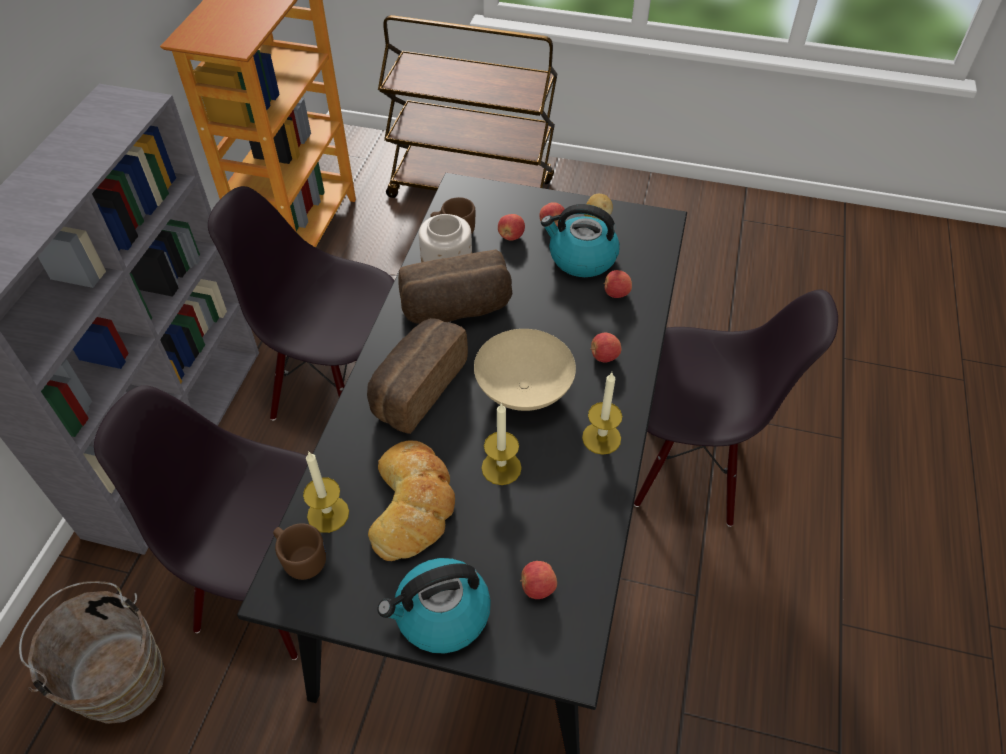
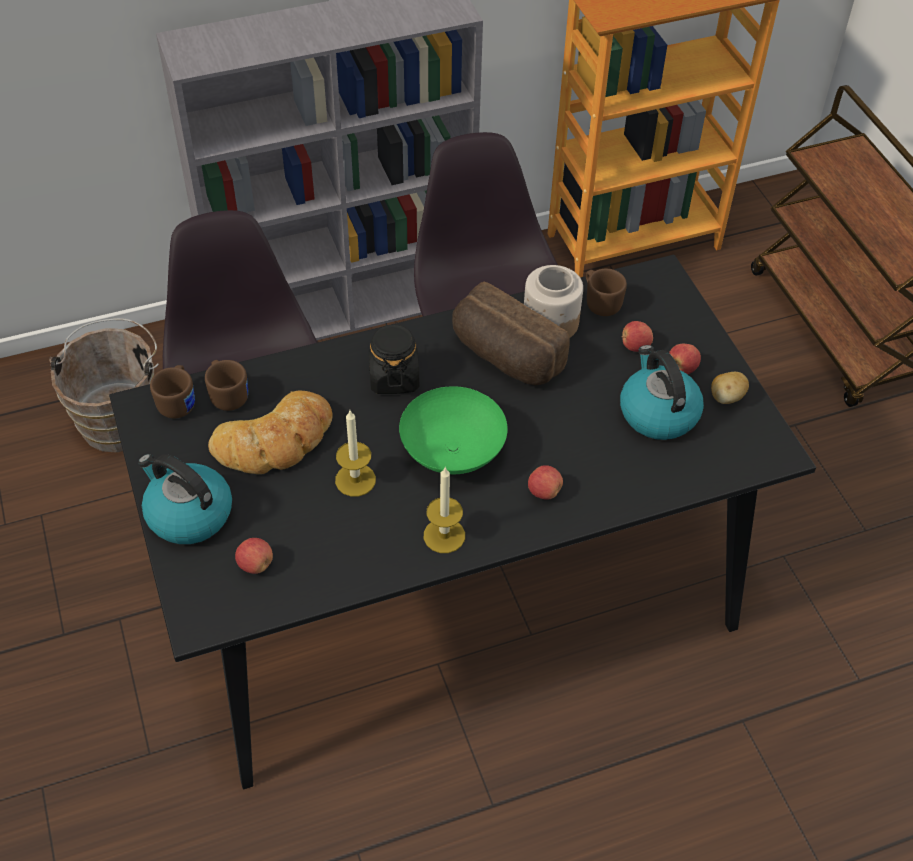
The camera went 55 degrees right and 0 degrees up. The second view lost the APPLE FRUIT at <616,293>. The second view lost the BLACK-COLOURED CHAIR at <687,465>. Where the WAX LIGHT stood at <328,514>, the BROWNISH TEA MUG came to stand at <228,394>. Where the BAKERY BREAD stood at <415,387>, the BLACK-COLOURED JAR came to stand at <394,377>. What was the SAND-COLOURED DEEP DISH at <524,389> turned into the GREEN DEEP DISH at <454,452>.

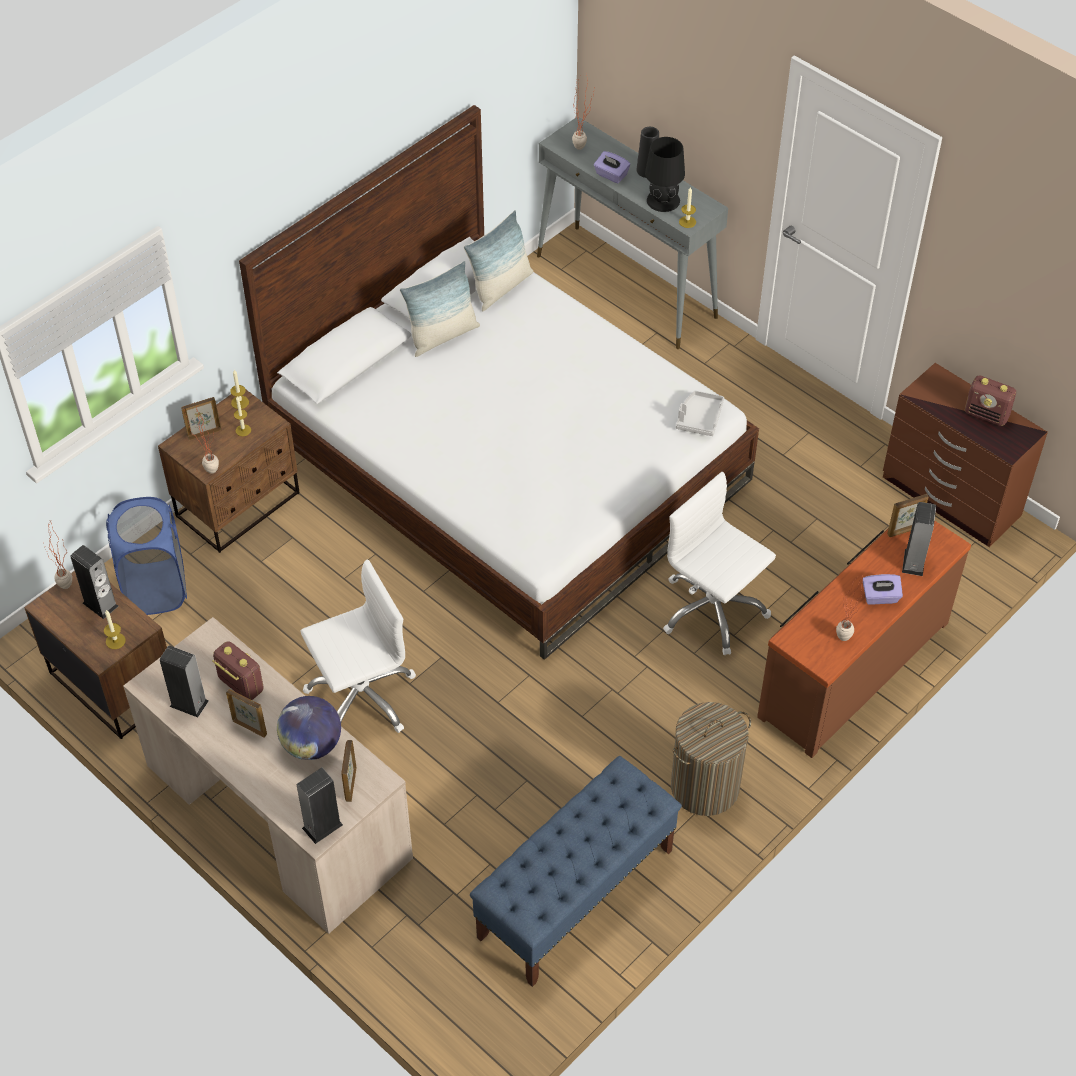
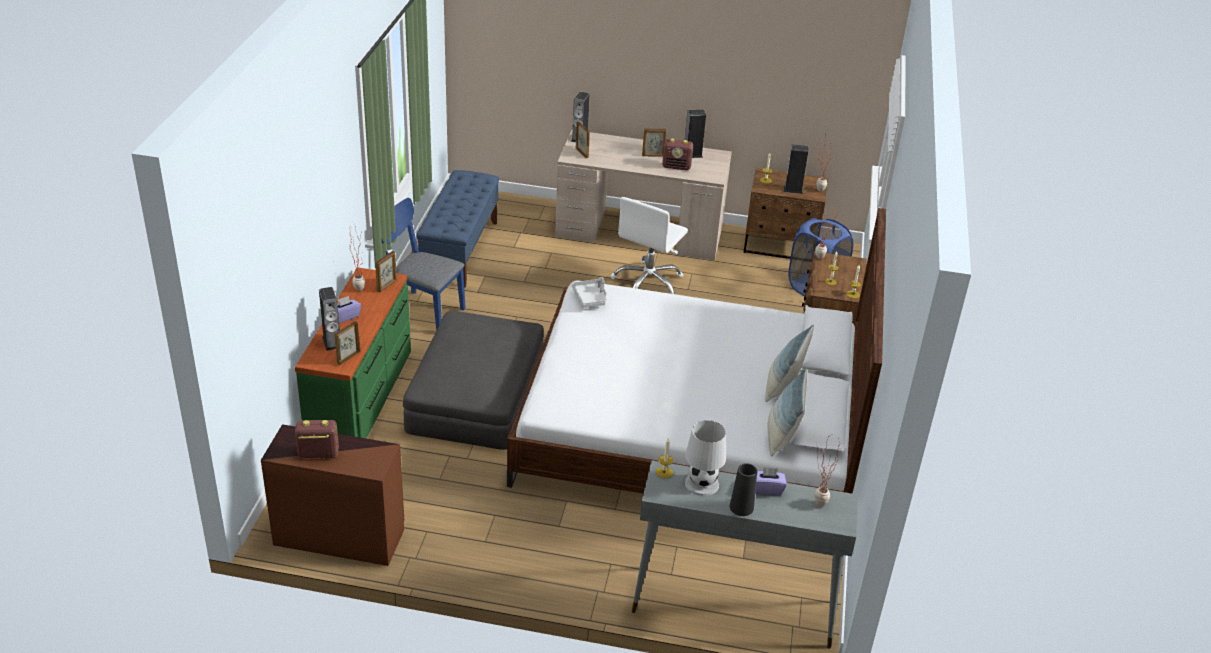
The camera went 145 degrees right and 15 degrees down. The second view lost the DESK GLOBE at <312,745>. The PICTURE FRAME ended up elsewhere, having gone from <204,433> to <387,286>. The GREYISH TRAY ended up elsewhere, having gone from <699,418> to <590,298>. Where the WHITE OFFICE CHAIR stood at <712,610>, the GREYISH FOOTREST came to stand at <477,394>. Where the LAUNDRY BASKET stood at <704,787>, the BLUE-COLOURED CHAIR came to stand at <420,311>. What was the BLACK-COLOURED TABLETOP LAMP at <663,200> turned into the WHITE TABLETOP LAMP at <702,483>. What was the BROWNISH DRESSER at <851,667> turned into the GREEN DRESSER at <362,397>.

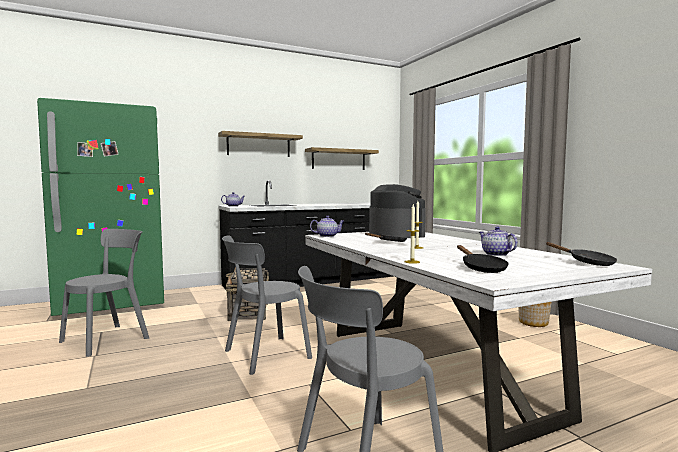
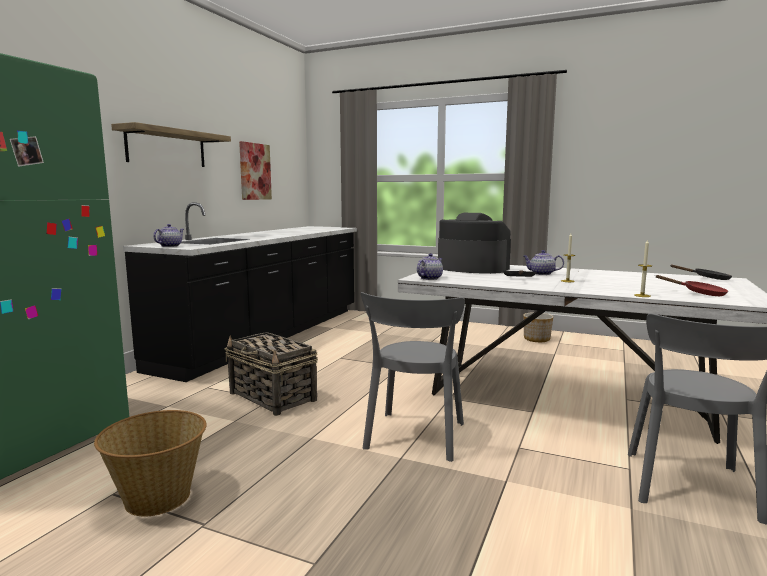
The camera went 40 degrees left and 5 degrees up. The POT FOR TEA ended up elsewhere, having gone from <495,254> to <541,274>. Where the GREYISH CHAIR stood at <109,338>, the STORAGE BASKET came to stand at <158,497>. Where the WALL SHELF hung at <338,159>, the PICTURE came to hang at <255,171>. What was the BLACK-COLOURED PAN at <481,268> turned into the RED PAN at <699,293>.

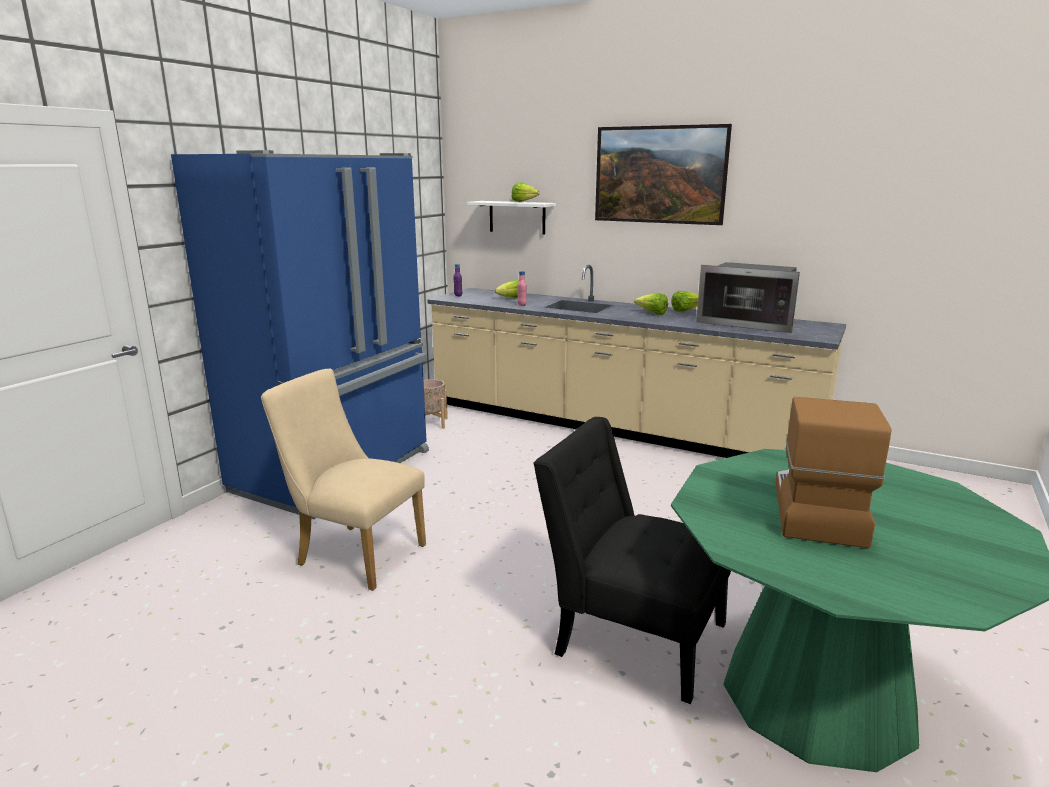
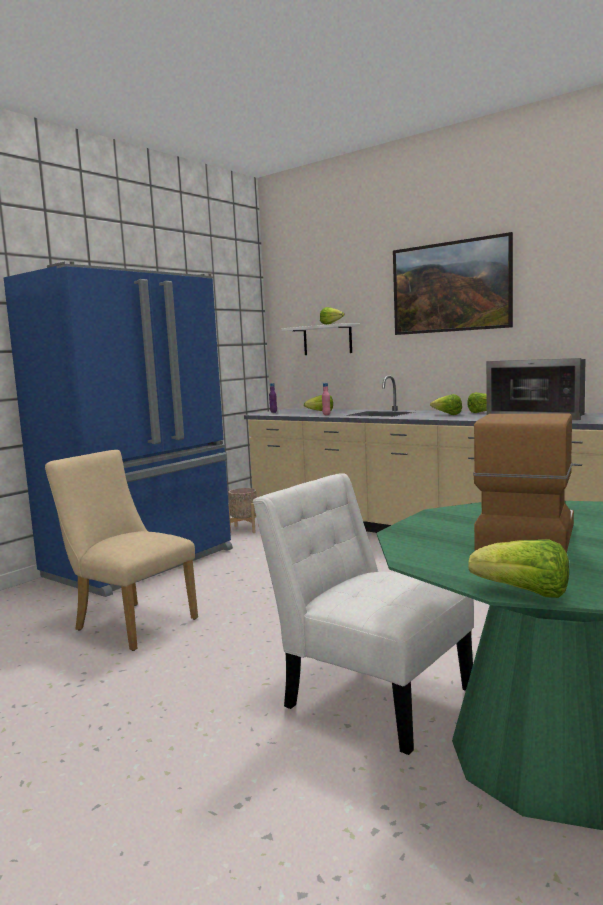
The camera went 10 degrees right and 10 degrees down. The second view gained the LETTUCE HEAD at <524,593>. What was the BLACK-COLOURED CHAIR at <632,634> turned into the WHITE CHAIR at <370,694>.

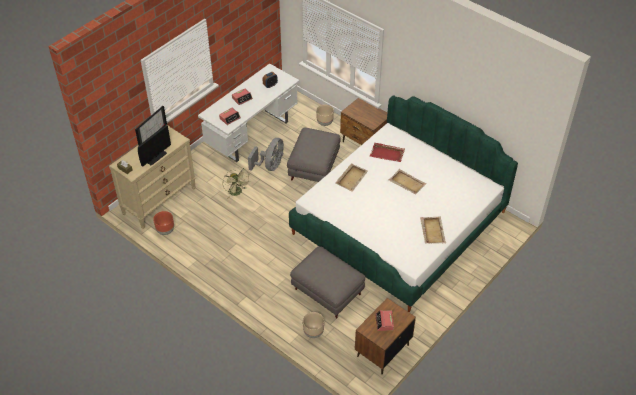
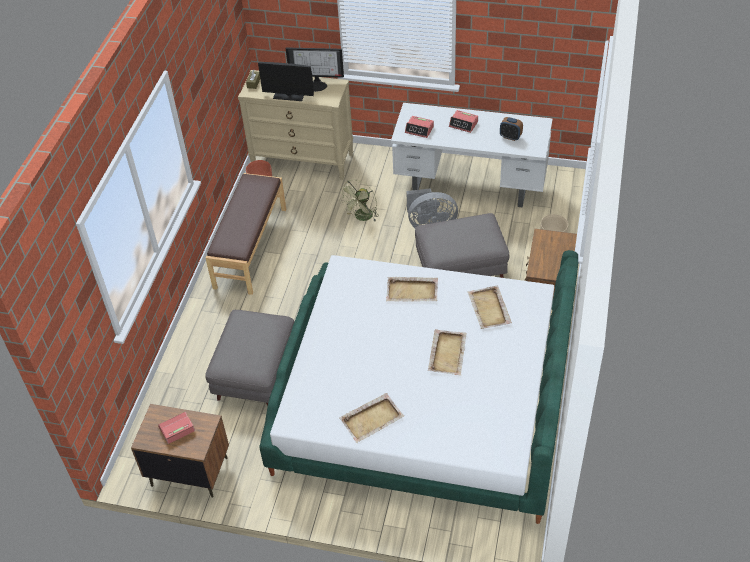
The camera went 65 degrees right and 0 degrees up. The second view lost the SAND-COLOURED PLANT POT at <313,332>. The second view gained the BROWNISH BENCH at <250,247>. What was the RED TRAY at <387,153> turned into the SAND-COLOURED TRAY at <489,309>.

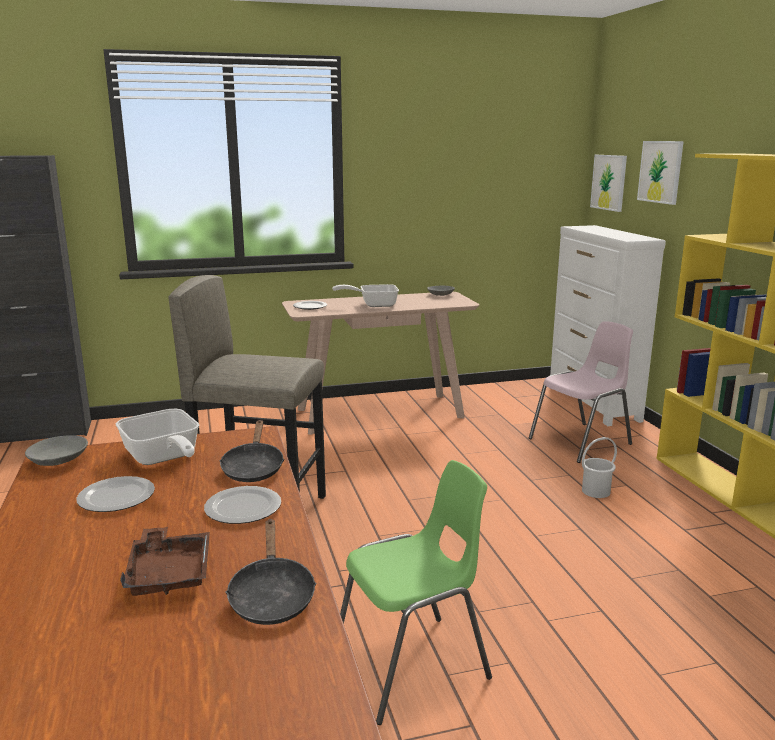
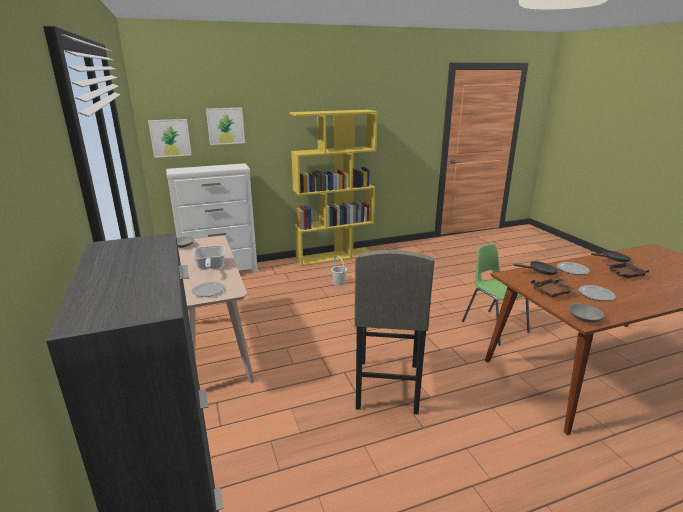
The camera went 95 degrees left and 5 degrees up. The second view lost the PINK-COLOURED CHAIR at <582,442>. Where the PAN stood at <163,458>, the BROWNISH TRAY came to stand at <552,292>.

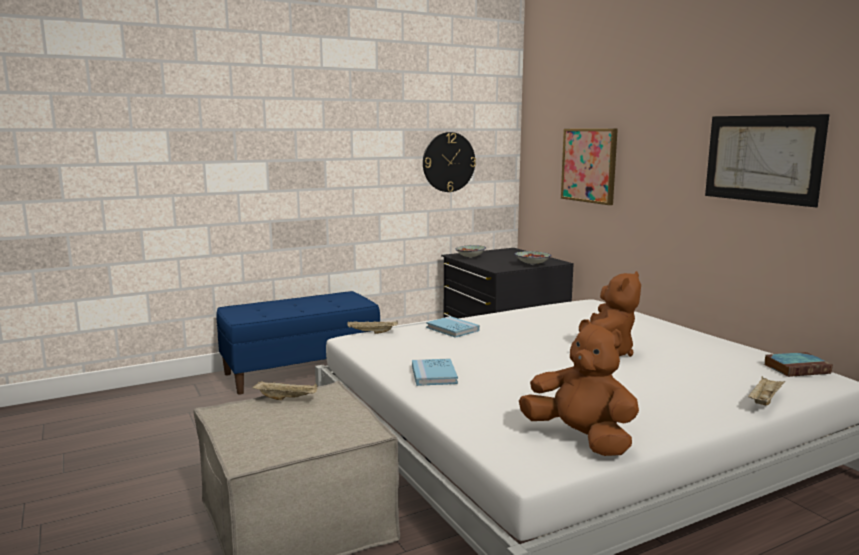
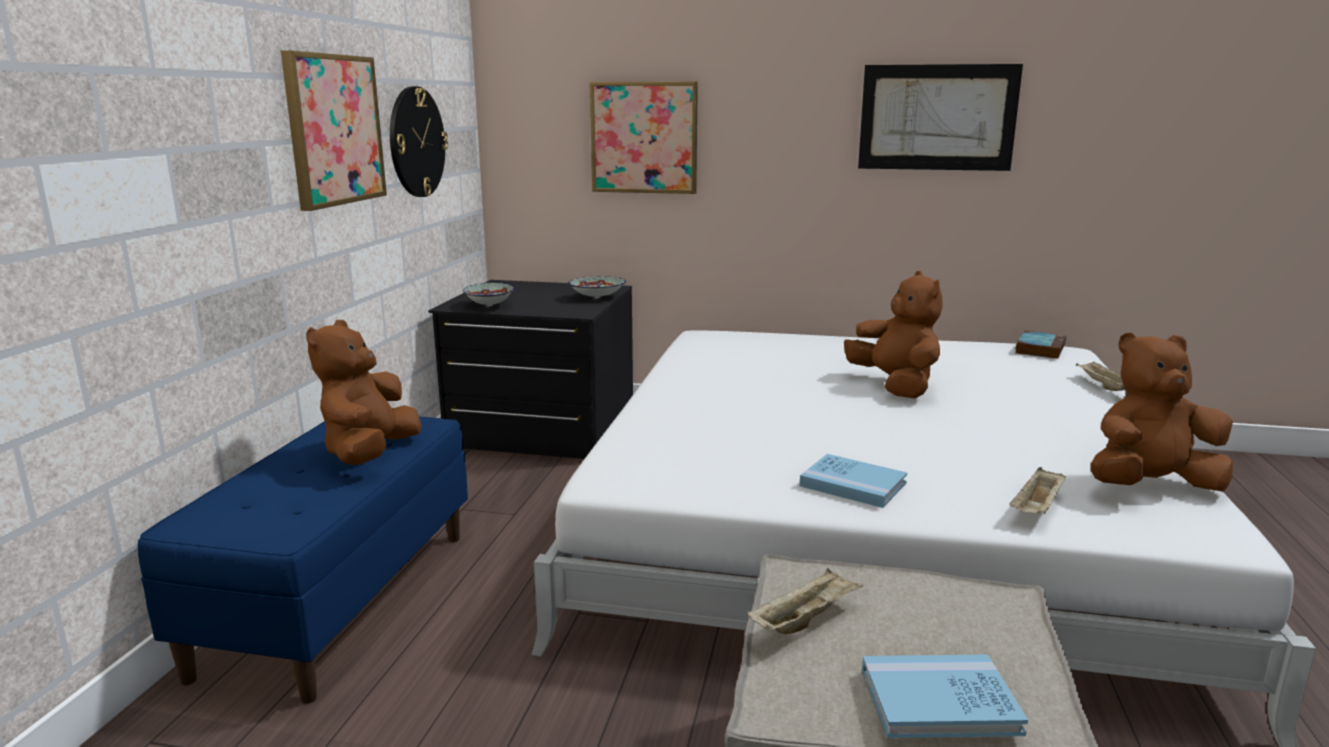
The camera went 50 degrees left and 5 degrees up. The second view gained the PICTURE at <334,130>. The second view gained the BROWNISH CUDDLY TOY at <370,454>. The SAND-COLOURED TRAY ended up elsewhere, having gone from <372,333> to <1037,509>. The BLUE-COLOURED BOOK ended up elsewhere, having gone from <452,329> to <939,701>.

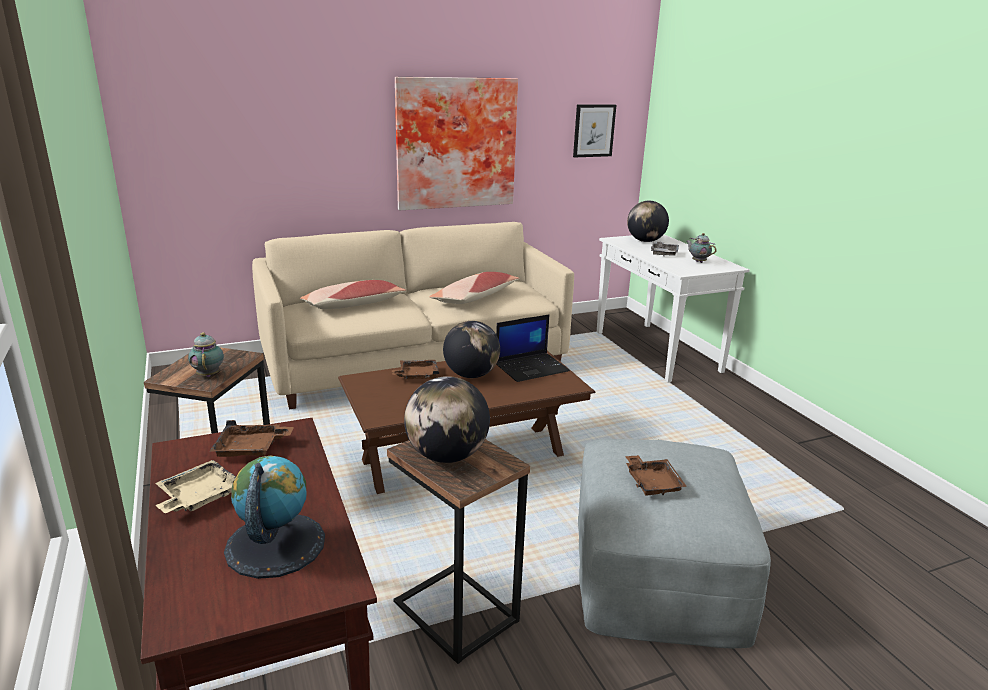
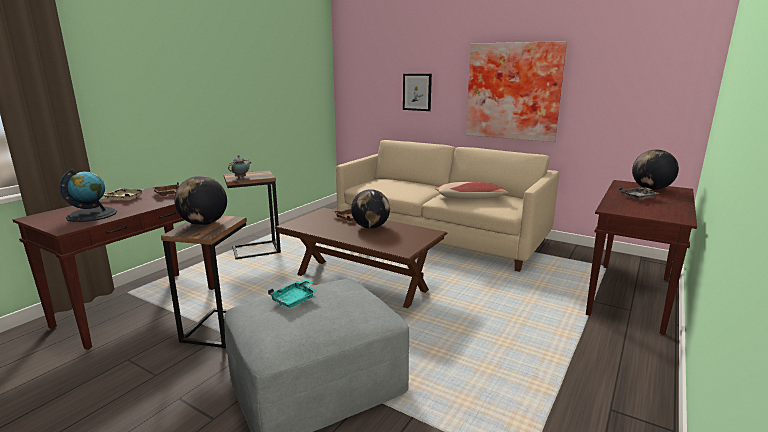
The camera went 55 degrees right and 5 degrees down. The second view lost the CUSHION at <353,305>. The second view lost the NOTEBOOK COMPUTER at <532,367>. The second view lost the POT FOR TEA at <698,262>. The PICTURE ended up elsewhere, having gone from <594,130> to <417,92>. What was the WHITE CONSOLE TABLE at <657,352> turned into the BROWNISH CONSOLE TABLE at <630,297>. What was the BROWNISH TRAY at <652,483> turned into the TURQUOISE TRAY at <295,299>.

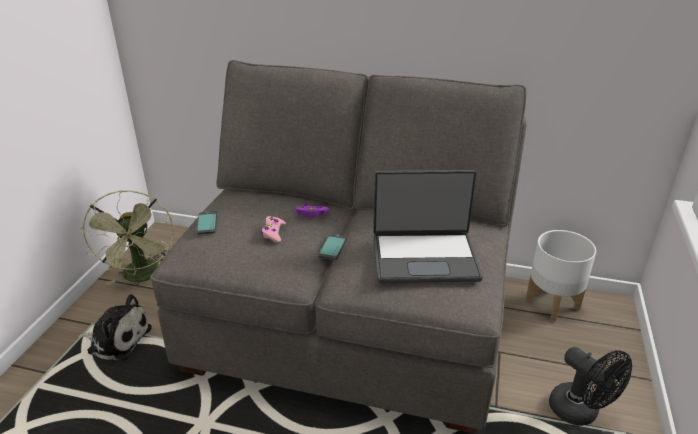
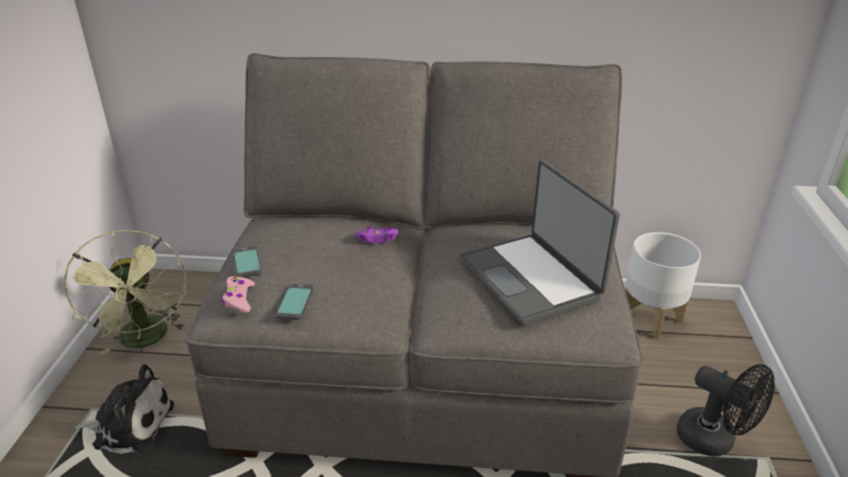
The camera went 10 degrees left and 0 degrees up. The PINK-COLOURED JOYPAD ended up elsewhere, having gone from <273,233> to <239,299>. The HANDSET ended up elsewhere, having gone from <332,247> to <295,302>. The NOTEBOOK COMPUTER at <424,257> ended up facing another way, 75 degrees clockwise from before.

